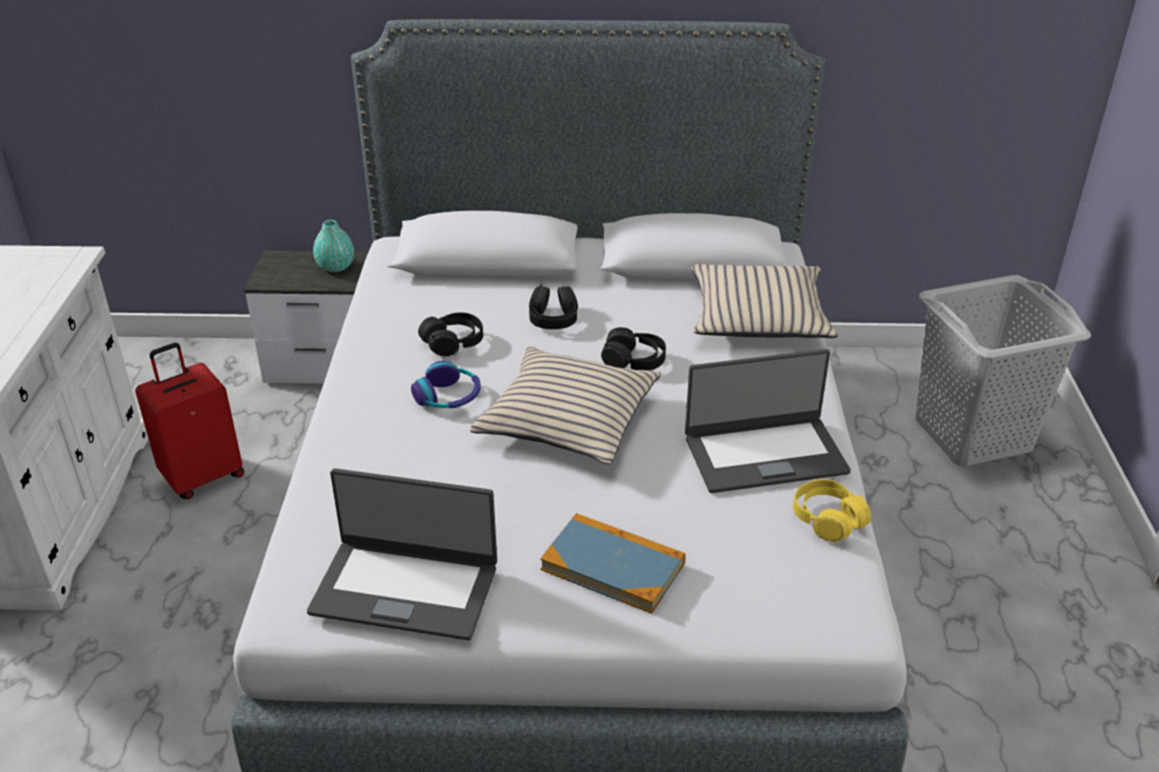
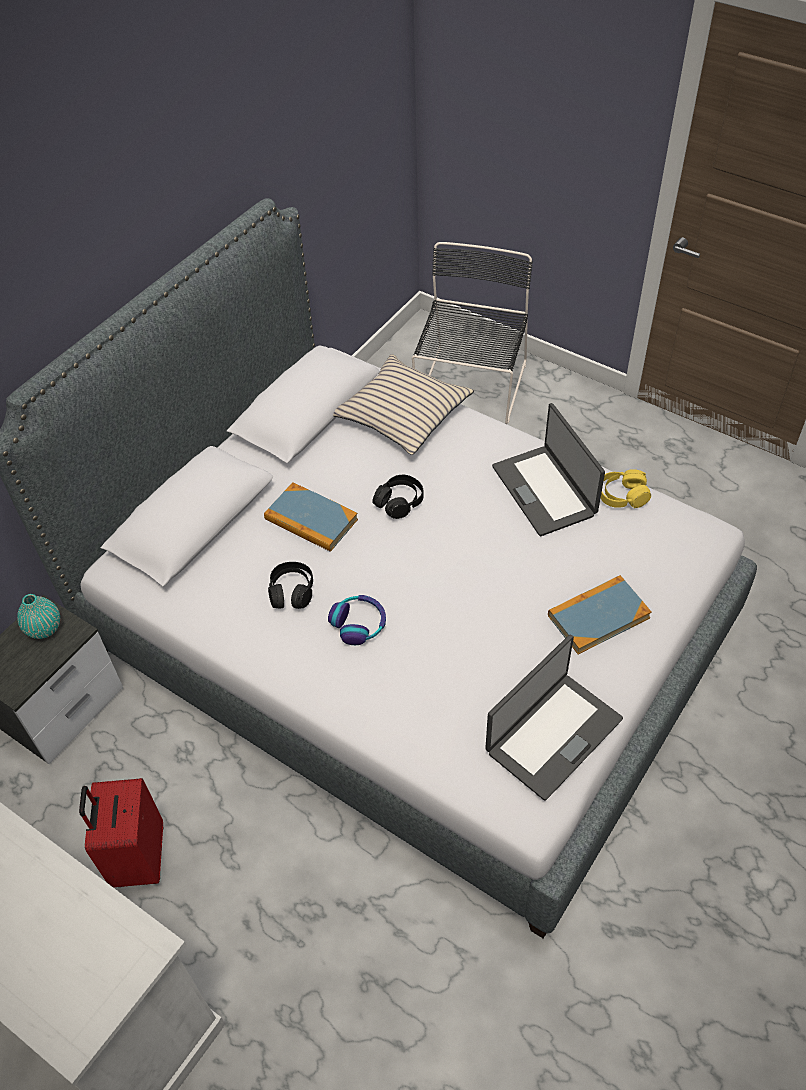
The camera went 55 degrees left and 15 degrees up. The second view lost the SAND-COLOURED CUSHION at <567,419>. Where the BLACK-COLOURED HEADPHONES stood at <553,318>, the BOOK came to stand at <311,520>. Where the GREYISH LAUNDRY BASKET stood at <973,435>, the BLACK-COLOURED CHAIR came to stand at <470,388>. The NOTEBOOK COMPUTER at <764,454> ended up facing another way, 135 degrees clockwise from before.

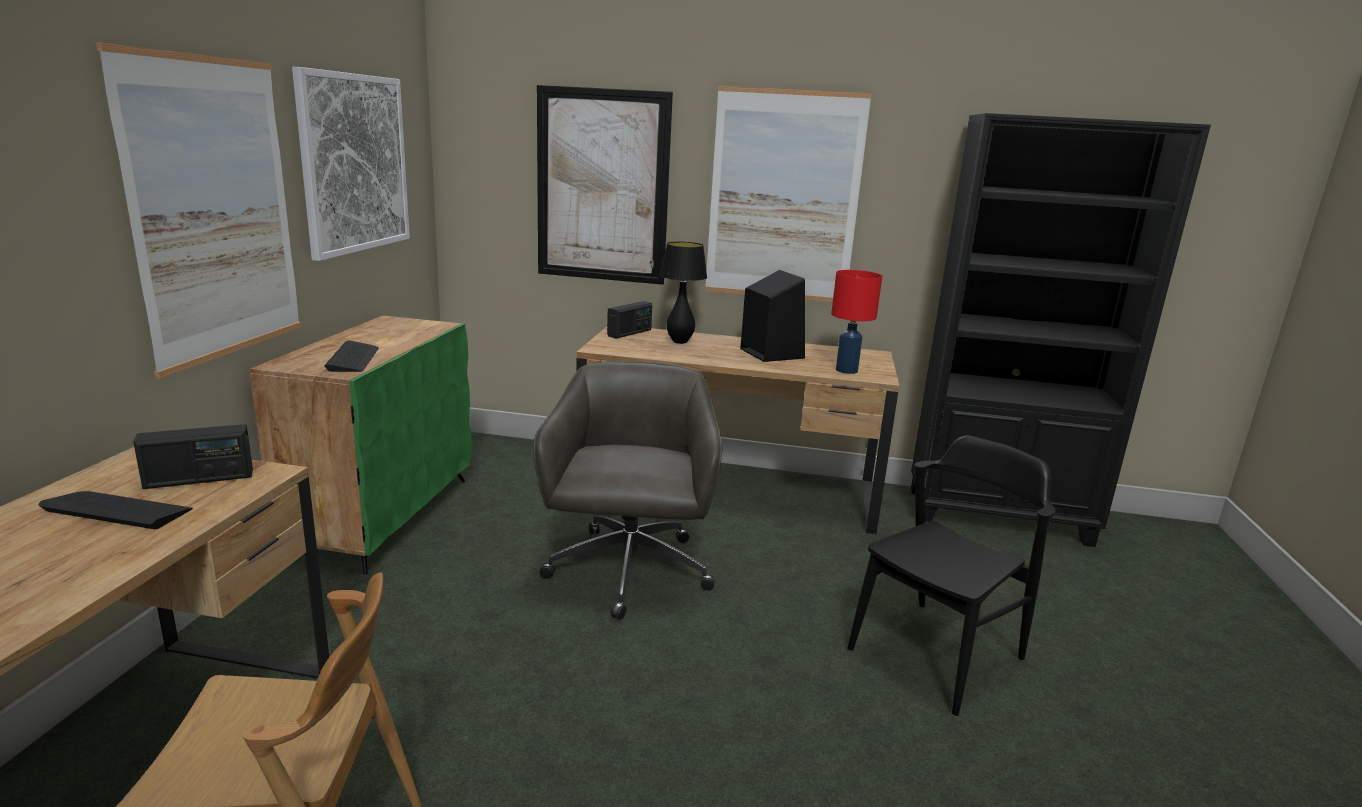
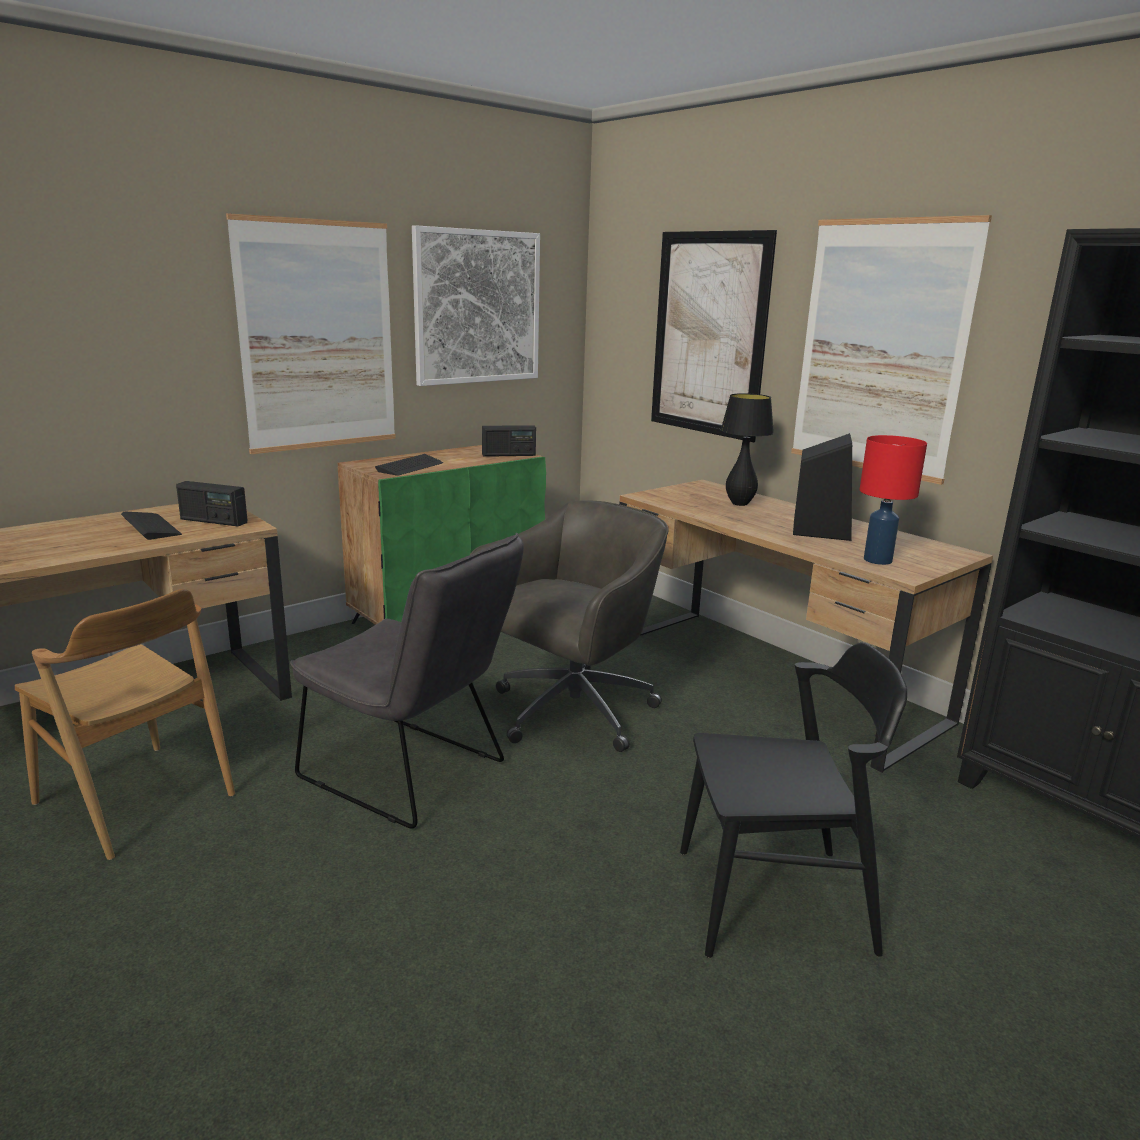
The camera went 40 degrees right and 0 degrees up. The second view gained the GREYISH CHAIR at <412,774>. The RADIO SET ended up elsewhere, having gone from <630,333> to <508,455>.

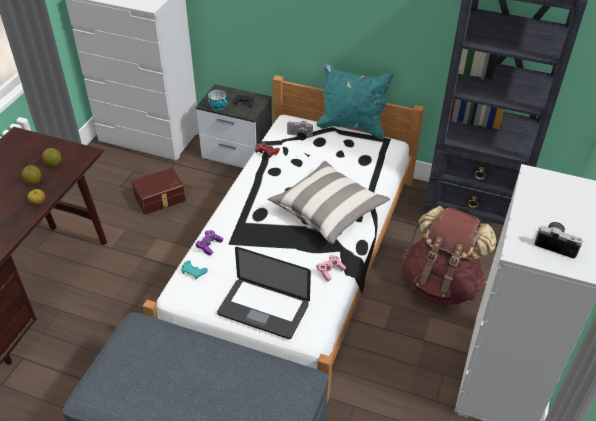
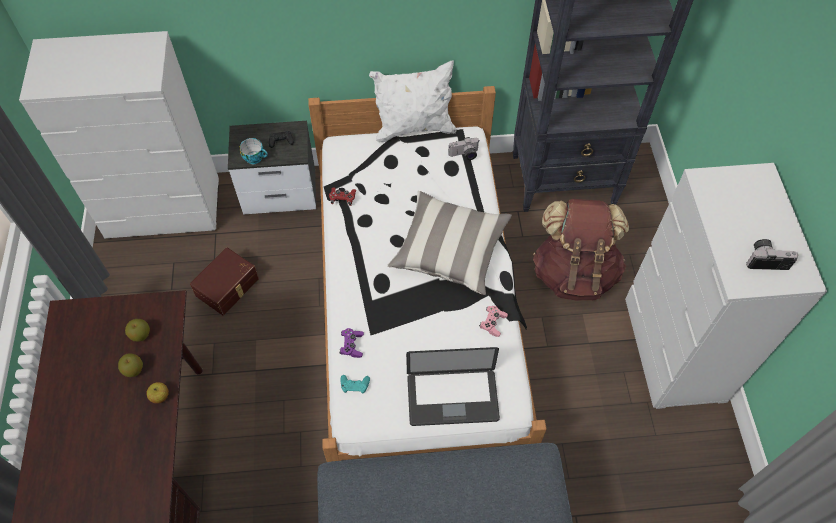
The camera went 25 degrees left and 15 degrees up. The STILL CAMERA ended up elsewhere, having gone from <299,136> to <464,155>. What was the TURQUOISE CUSHION at <352,127> turned into the WHITE CUSHION at <414,128>.

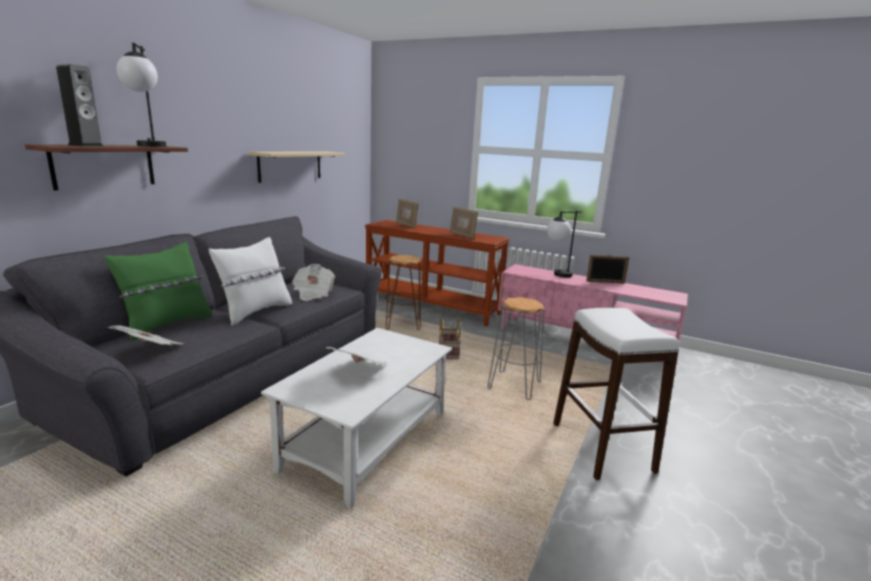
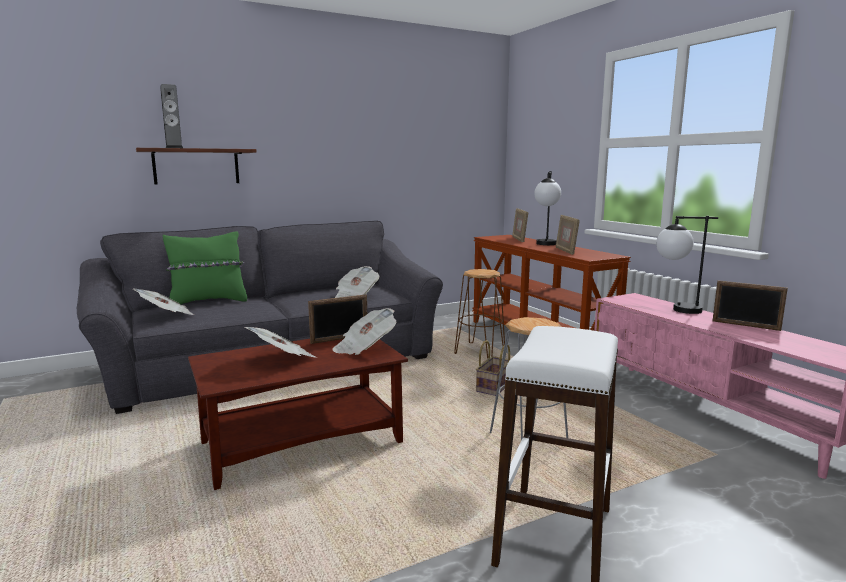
The camera went 35 degrees right and 5 degrees down. The second view lost the WHITE CUSHION at <255,312>. The second view lost the SAND-COLOURED WALL SHELF at <290,166>. The second view gained the PICTURE FRAME at <339,339>. The second view gained the DAILY PAPER at <364,348>. The TABLETOP LAMP ended up elsewhere, having gone from <149,146> to <545,245>. What was the WHITE LOW TABLE at <367,439> turned into the BROWNISH LOW TABLE at <303,442>.

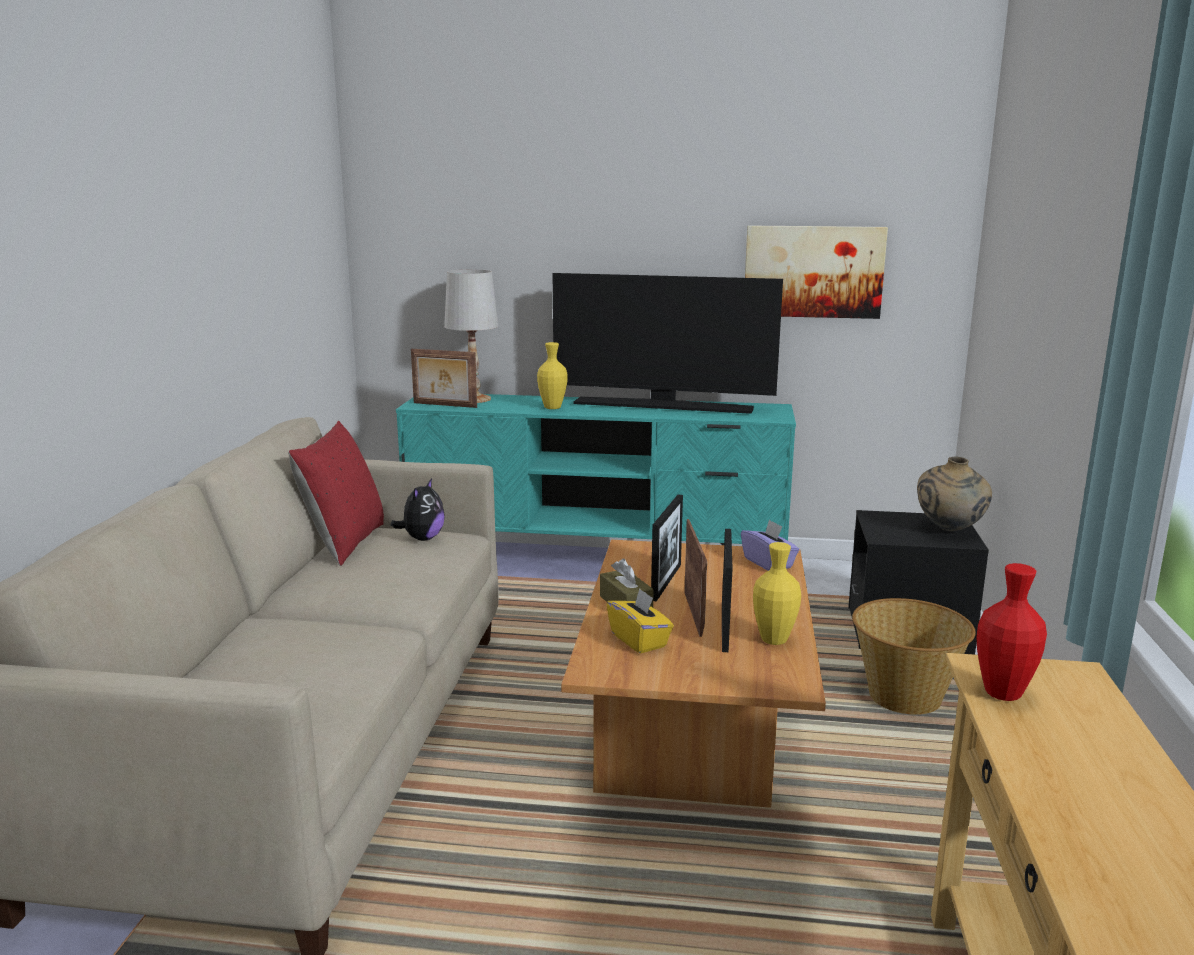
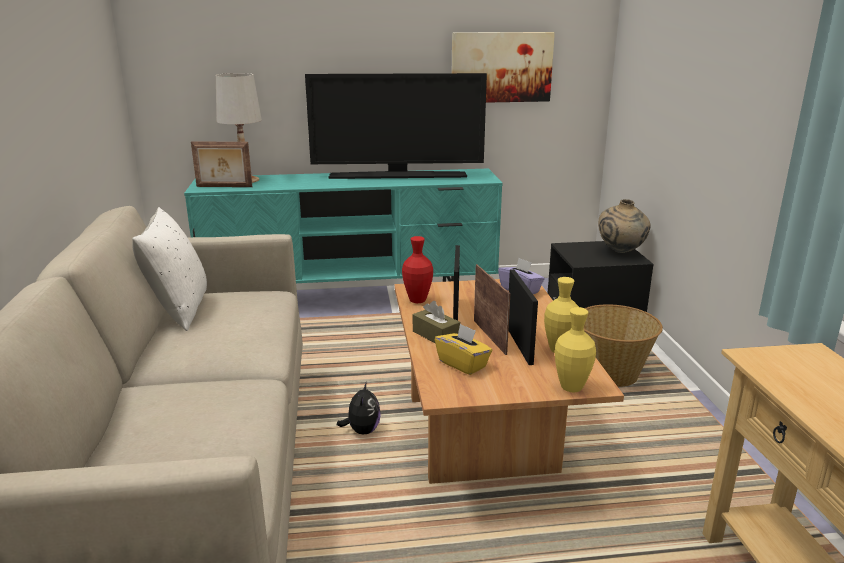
The camera went 15 degrees left and 5 degrees up. The CUDDLY TOY ended up elsewhere, having gone from <422,538> to <362,430>. The YELLOWISH FLOWER VASE ended up elsewhere, having gone from <552,407> to <571,387>. The RED FLOWER VASE ended up elsewhere, having gone from <1002,693> to <417,300>. What was the RED CUSHION at <343,543> turned into the WHITE CUSHION at <179,310>.

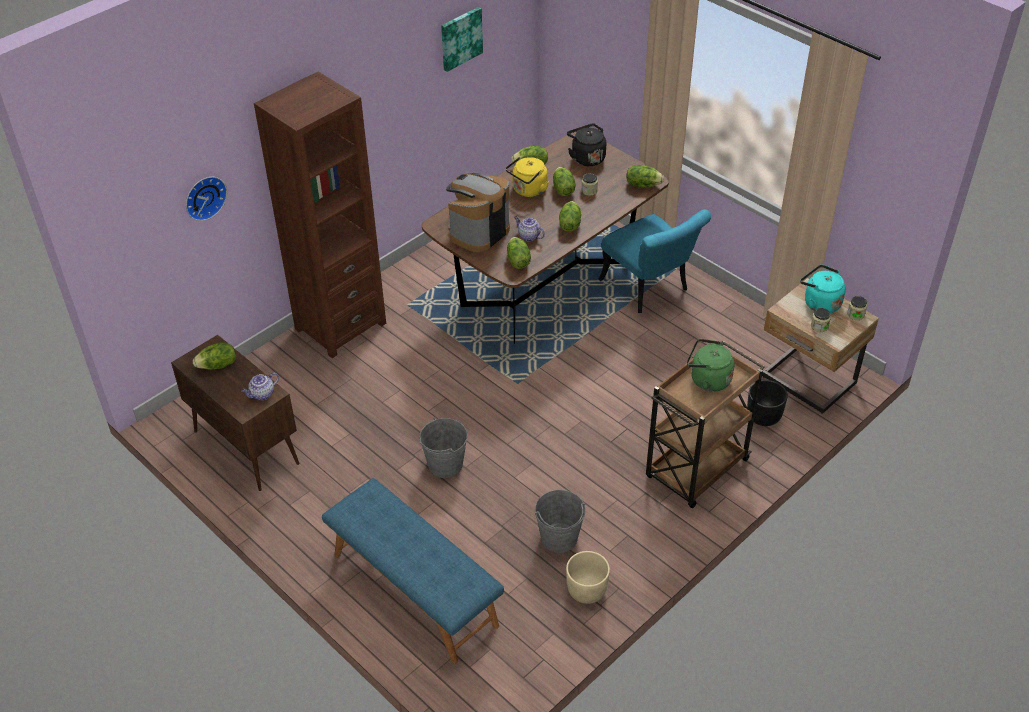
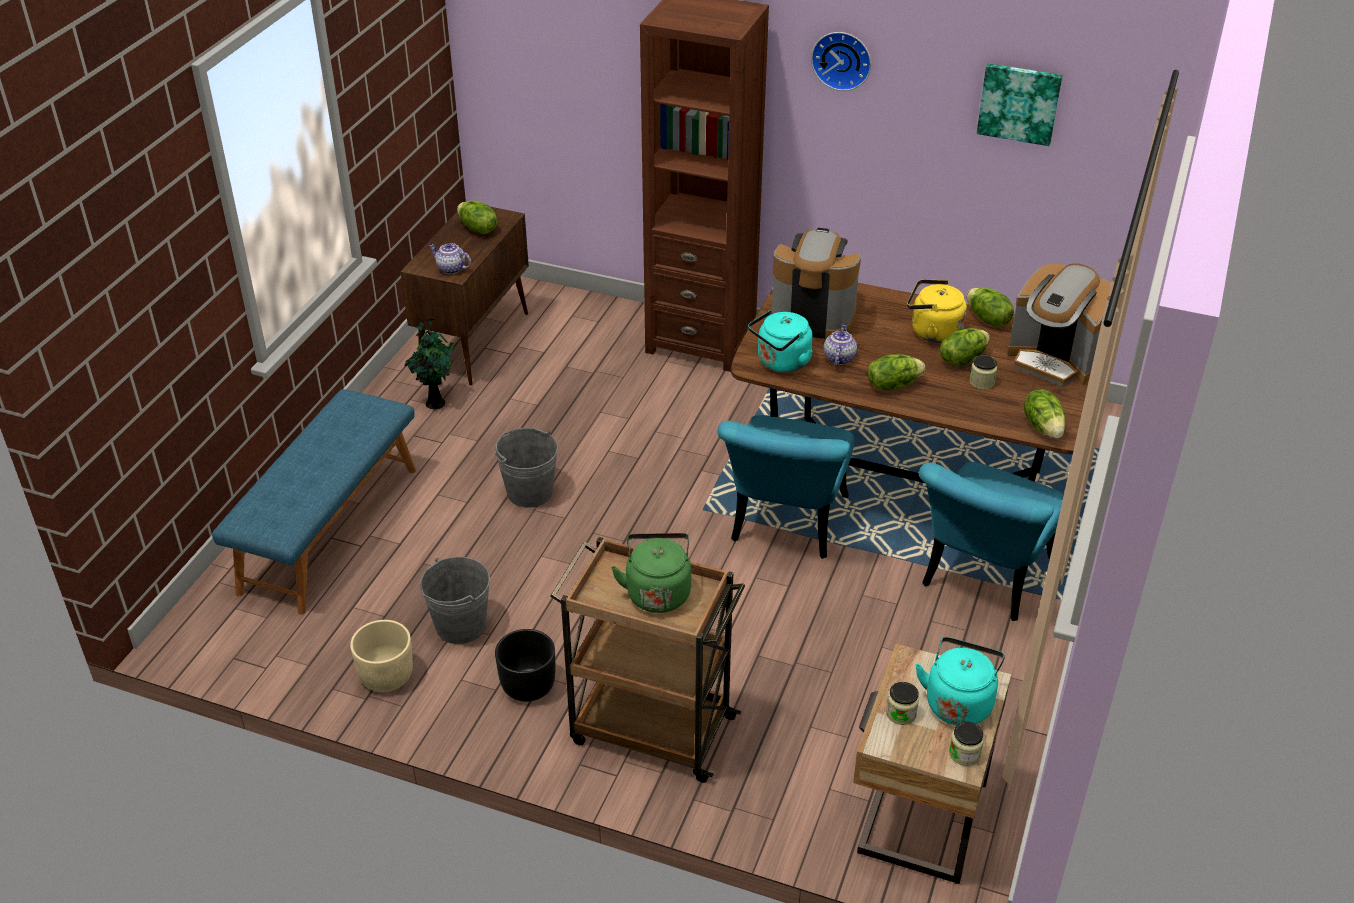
The camera went 65 degrees right and 5 degrees down. The second view gained the POTTED PLANT at <435,402>. The second view gained the TURQUOISE CHAIR at <785,527>. The CLOCK ON THE WALL ended up elsewhere, having gone from <204,197> to <842,59>. The BLACK-COLOURED PLANT POT ended up elsewhere, having gone from <763,416> to <527,685>. Where the LETTUCE HEAD stood at <517,261>, the TURQUOISE KETTLE came to stand at <781,363>. Where the BLACK-COLOURED KETTLE stood at <586,158>, the COFFEE MACHINE came to stand at <1053,360>.

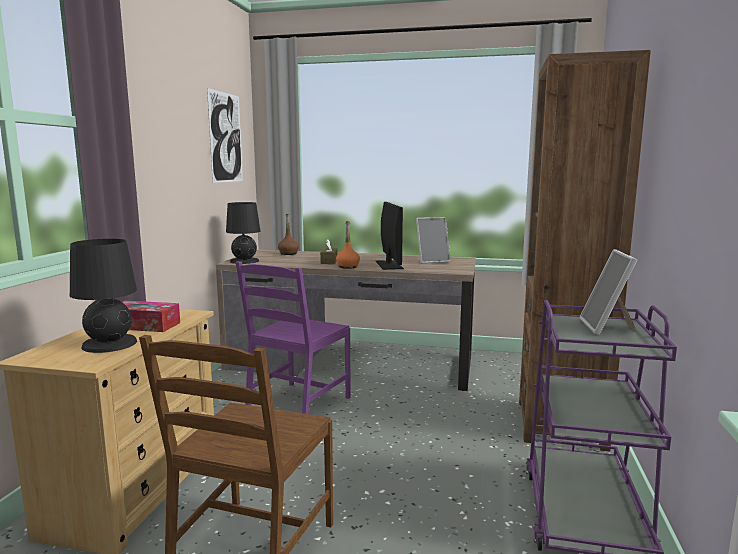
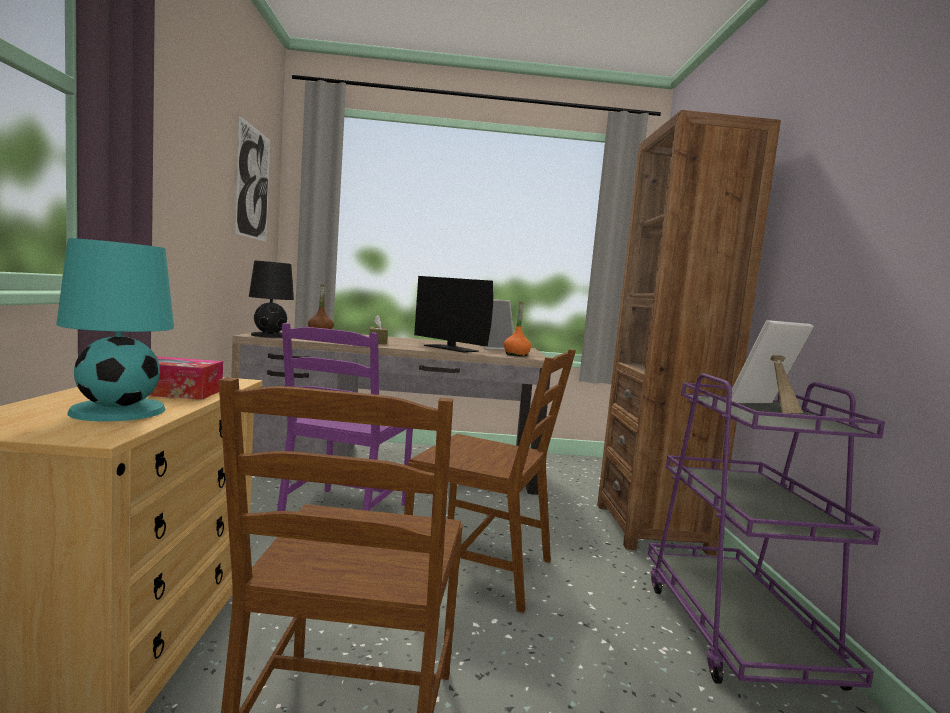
The camera went 15 degrees left and 5 degrees down. The second view gained the BROWNISH CHAIR at <481,568>. The ORANGEY BEVERAGE BOTTLE ended up elsewhere, having gone from <347,267> to <516,355>. What was the BLACK-COLOURED TABLETOP LAMP at <109,344> turned into the TURQUOISE TABLETOP LAMP at <117,411>. The COMPUTER SCREEN at <389,265> ended up facing another way, 150 degrees clockwise from before. The PICTURE FRAME at <607,327> ended up facing another way, 75 degrees clockwise from before.

